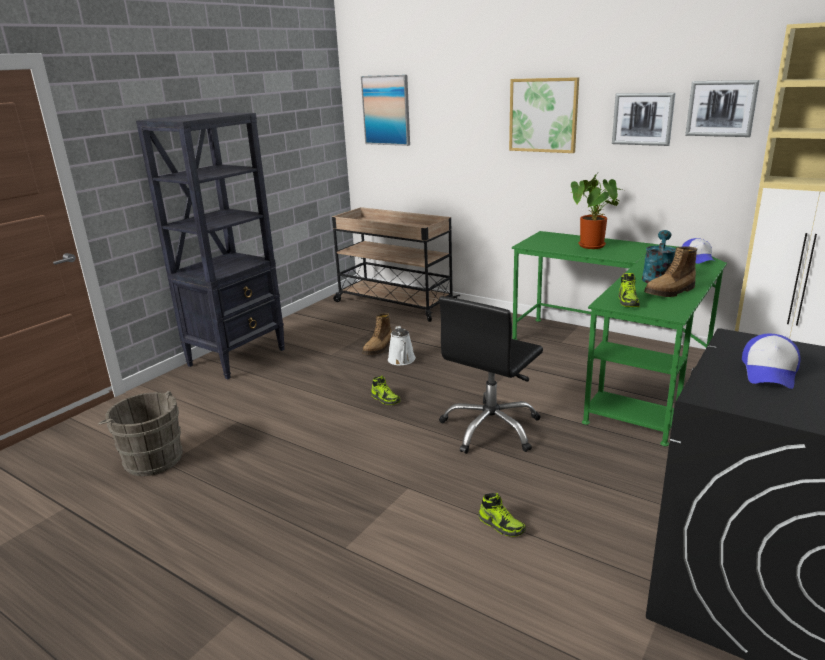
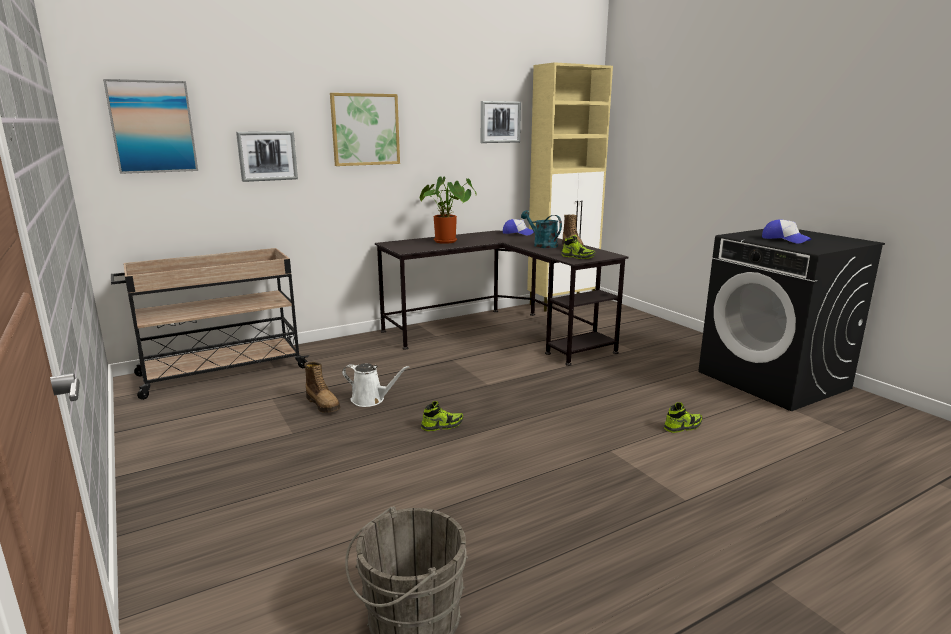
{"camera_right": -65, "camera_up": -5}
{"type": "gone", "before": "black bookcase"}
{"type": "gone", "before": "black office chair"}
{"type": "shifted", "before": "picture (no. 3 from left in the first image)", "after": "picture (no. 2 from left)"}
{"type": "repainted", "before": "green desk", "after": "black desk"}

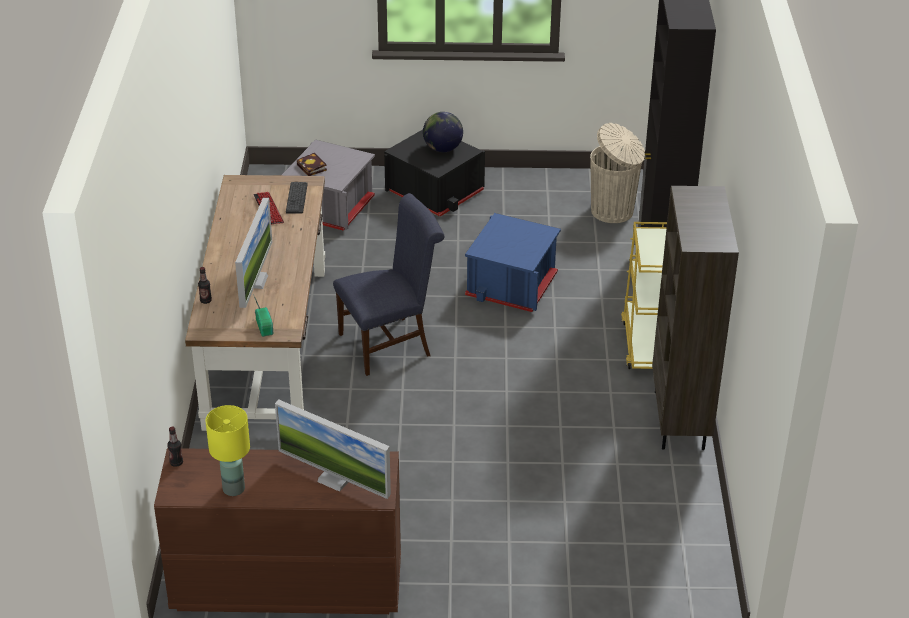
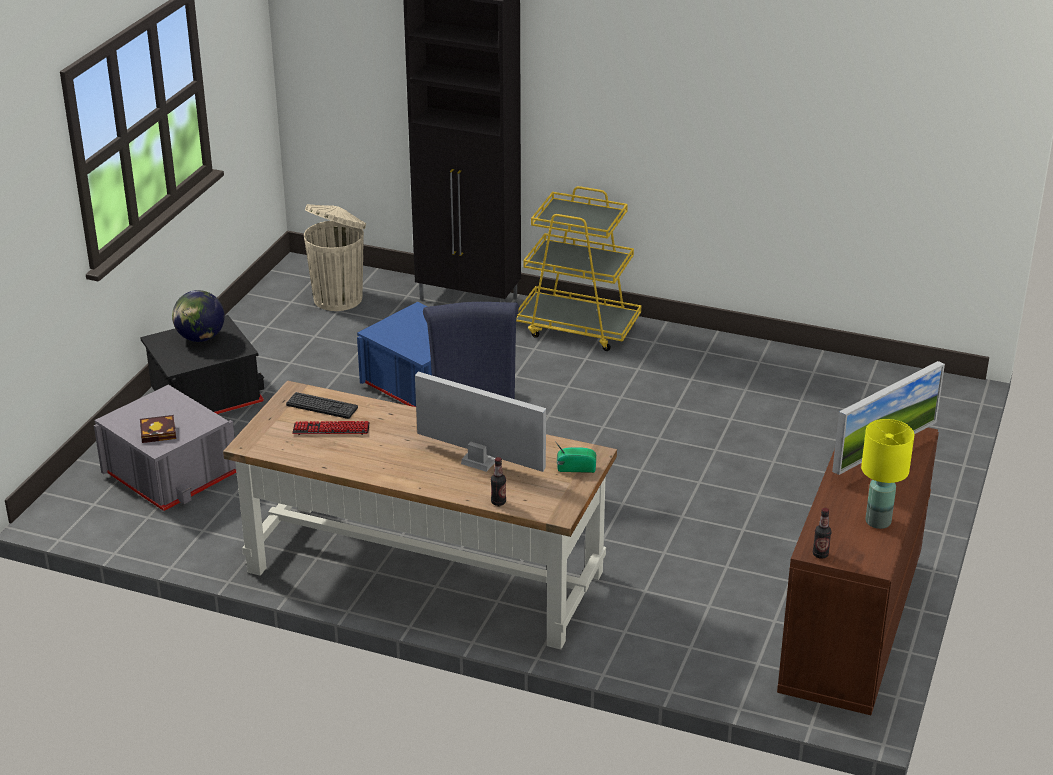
{"camera_right": -70, "camera_up": -5}
{"type": "gone", "before": "brown bookcase"}

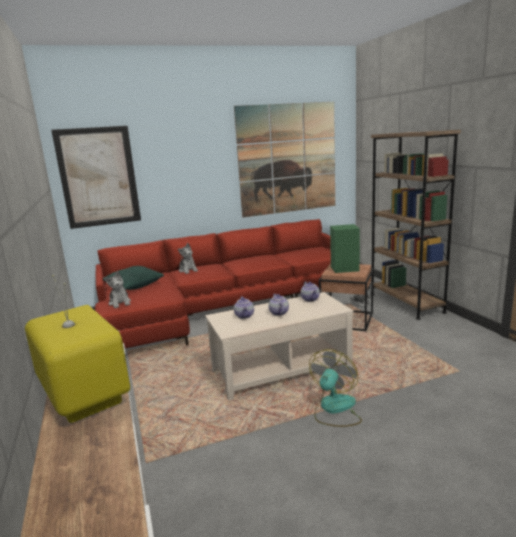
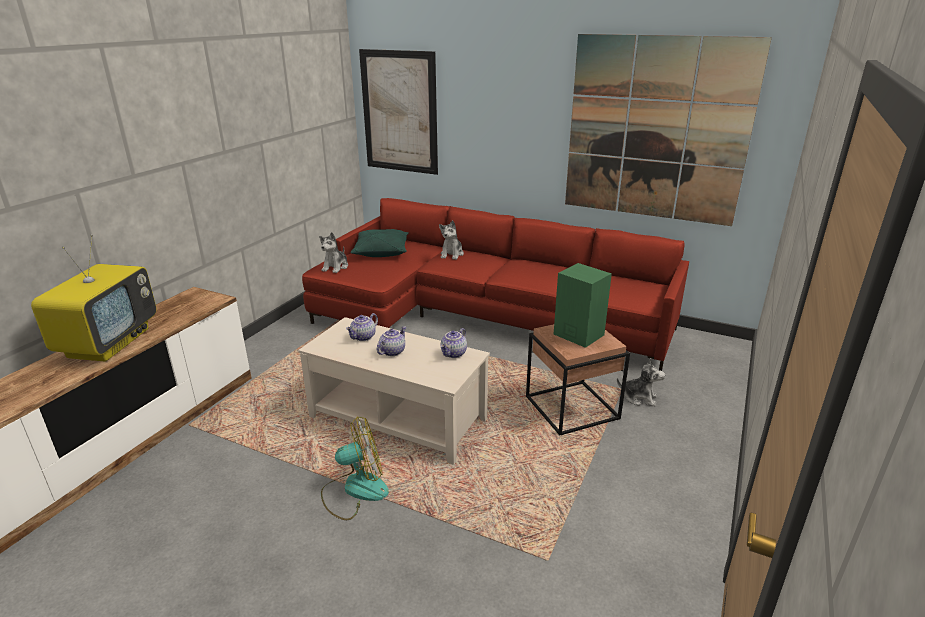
{"camera_right": 45, "camera_up": 10}
{"type": "gone", "before": "brown bookcase"}

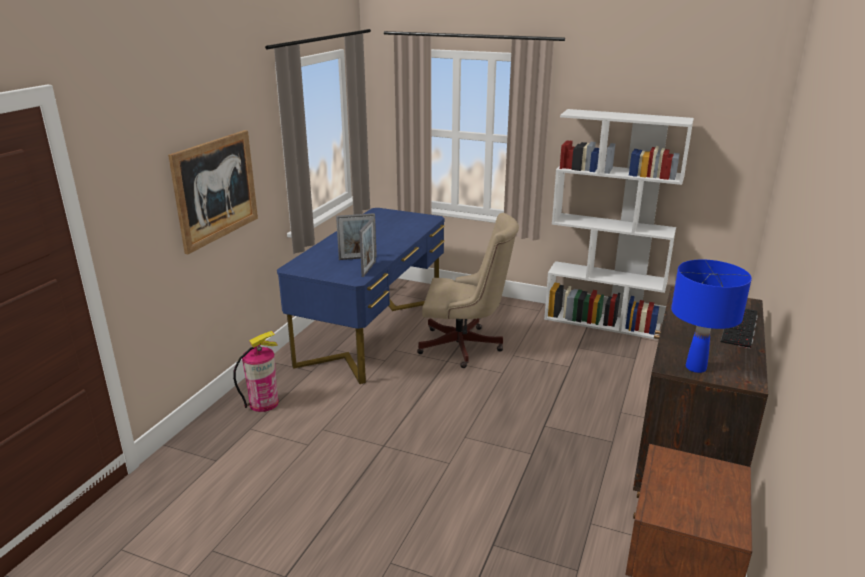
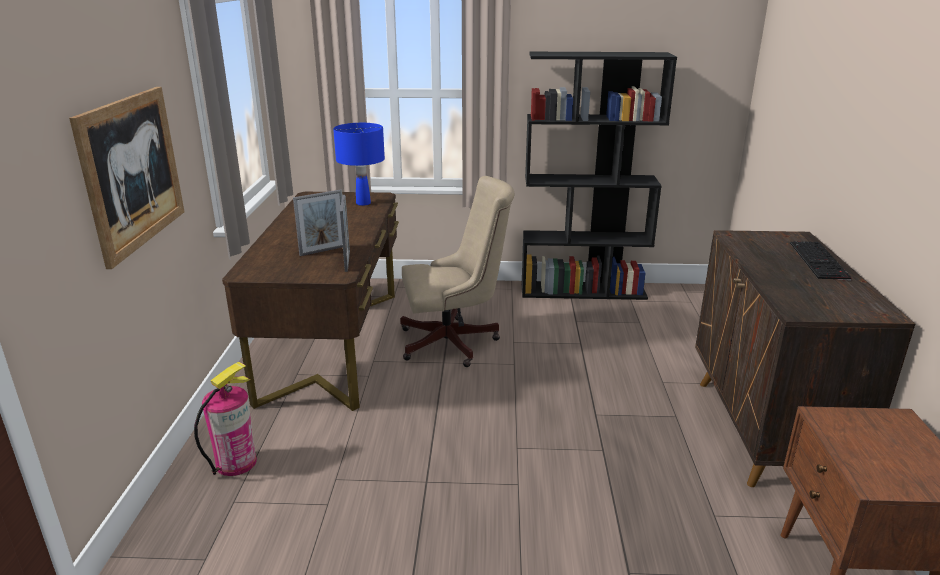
{"camera_right": -20, "camera_up": 0}
{"type": "shifted", "before": "blue table lamp"}
{"type": "repainted", "before": "blue desk", "after": "brown desk"}
{"type": "repainted", "before": "white bookcase", "after": "black bookcase"}

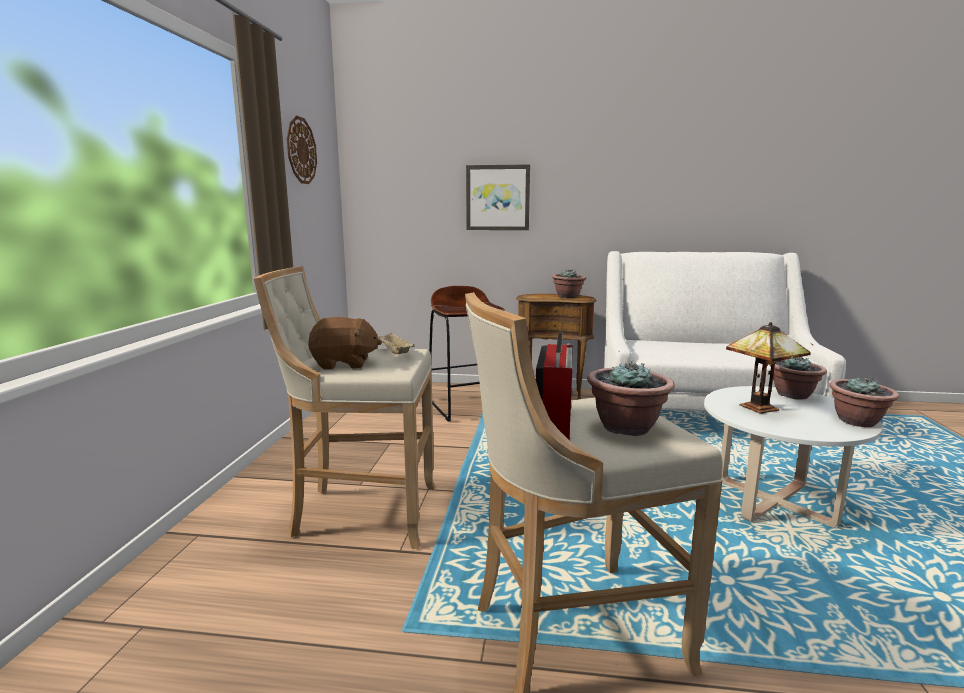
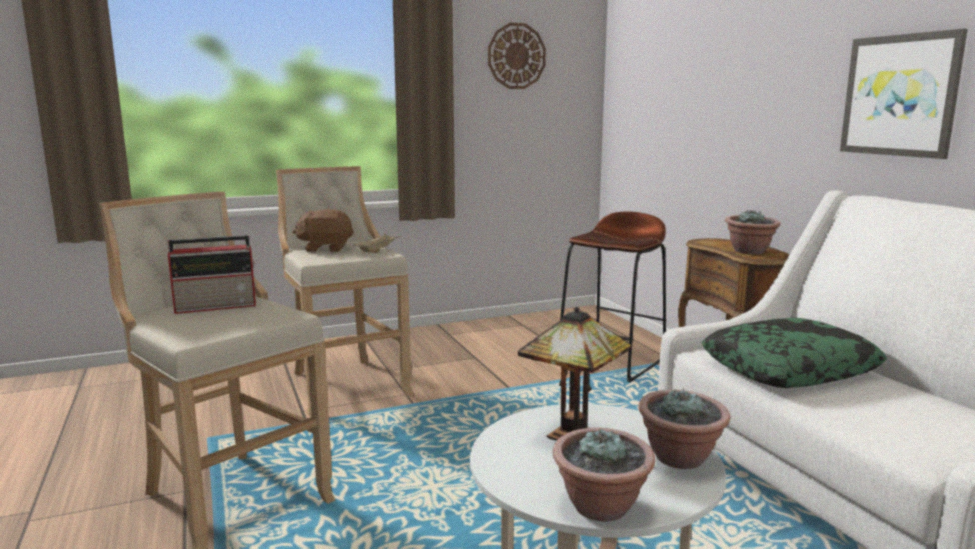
{"camera_right": 60, "camera_up": 0}
{"type": "gone", "before": "potted plant (no. 2 from left)"}
{"type": "new", "after": "pillow"}
{"type": "shifted", "before": "picture"}
{"type": "rotated", "before": "brown plush toy", "turn": 120}

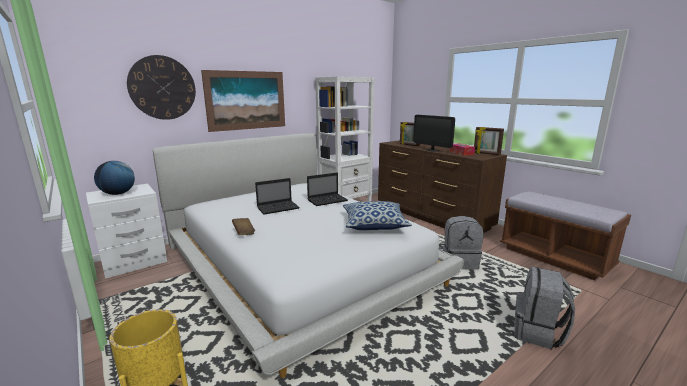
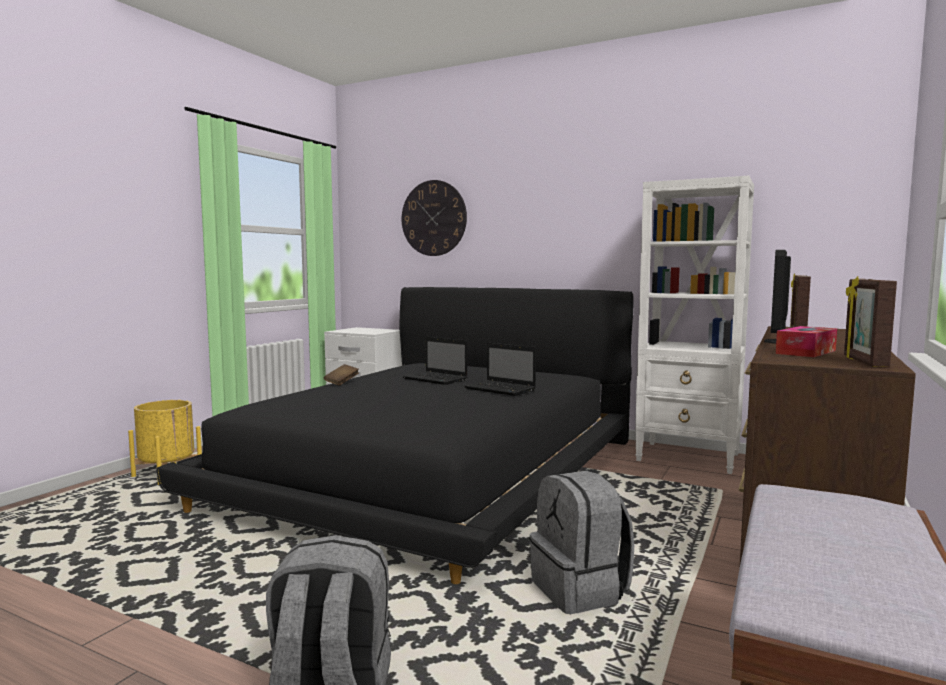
{"camera_right": 65, "camera_up": -10}
{"type": "gone", "before": "globe"}
{"type": "gone", "before": "picture"}
{"type": "gone", "before": "pillow"}
{"type": "repainted", "before": "white bed", "after": "black bed"}

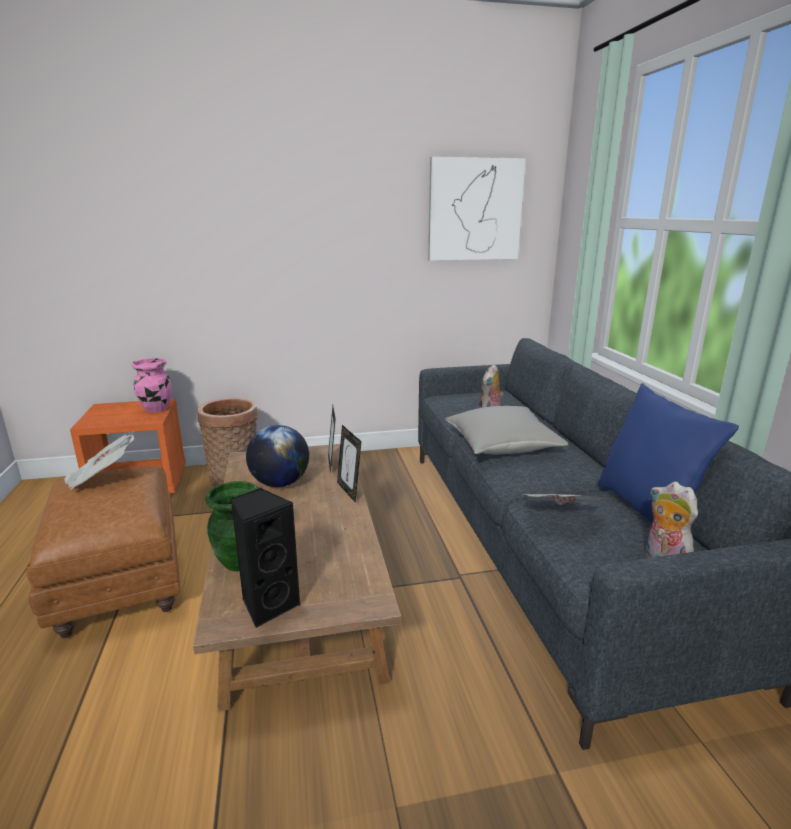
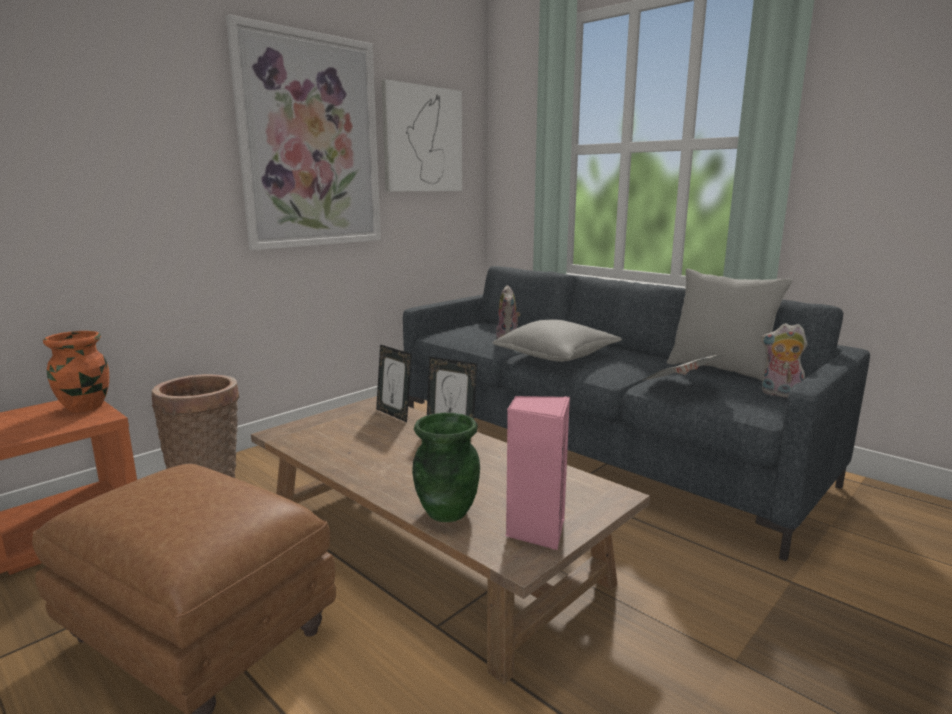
{"camera_right": -35, "camera_up": -5}
{"type": "gone", "before": "newspaper (no. 1 from left)"}
{"type": "gone", "before": "globe"}
{"type": "new", "after": "picture (no. 1 from left)"}
{"type": "repainted", "before": "pink vase", "after": "orange vase"}
{"type": "repainted", "before": "black speaker", "after": "pink speaker"}
{"type": "repainted", "before": "blue pillow", "after": "grey pillow (no. 2 from left)"}

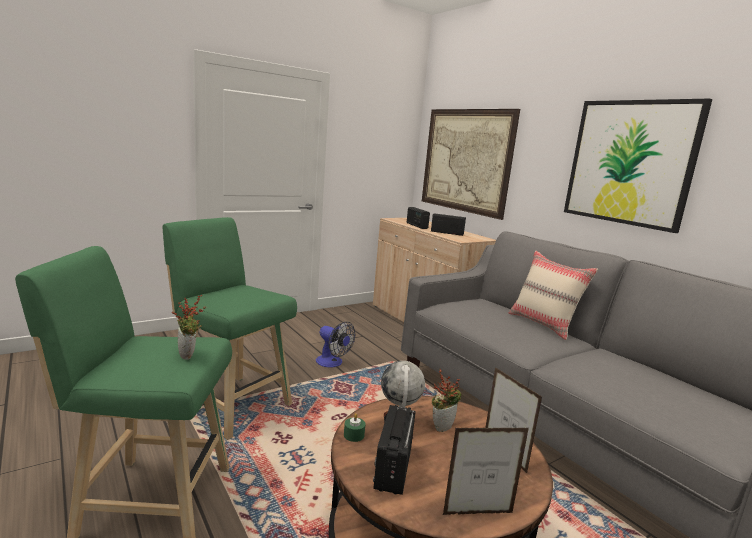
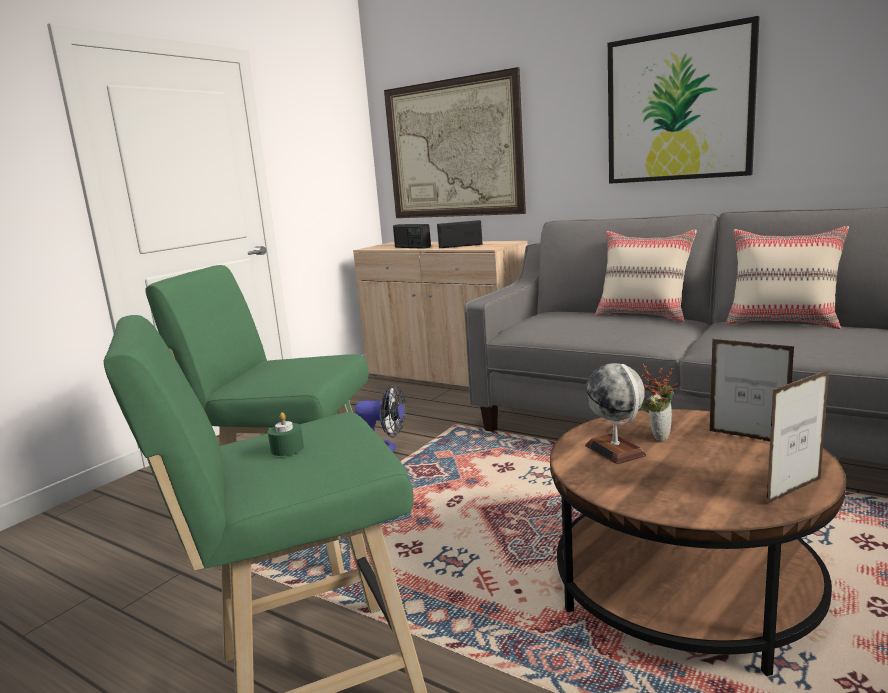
{"camera_right": -20, "camera_up": 0}
{"type": "gone", "before": "potted plant (no. 1 from left)"}
{"type": "gone", "before": "radio (no. 1 from left)"}
{"type": "new", "after": "beige pillow (no. 2 from left)"}
{"type": "shifted", "before": "green candle"}

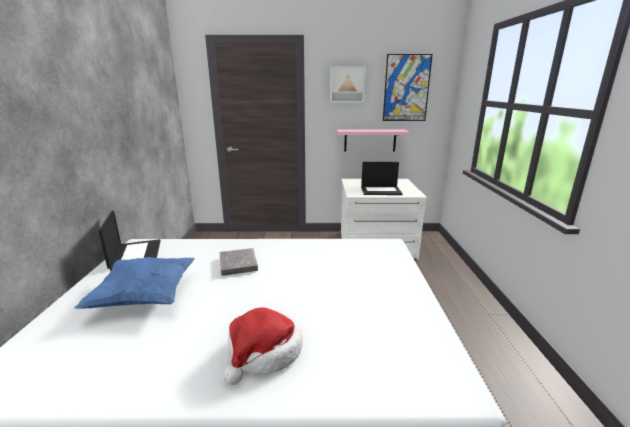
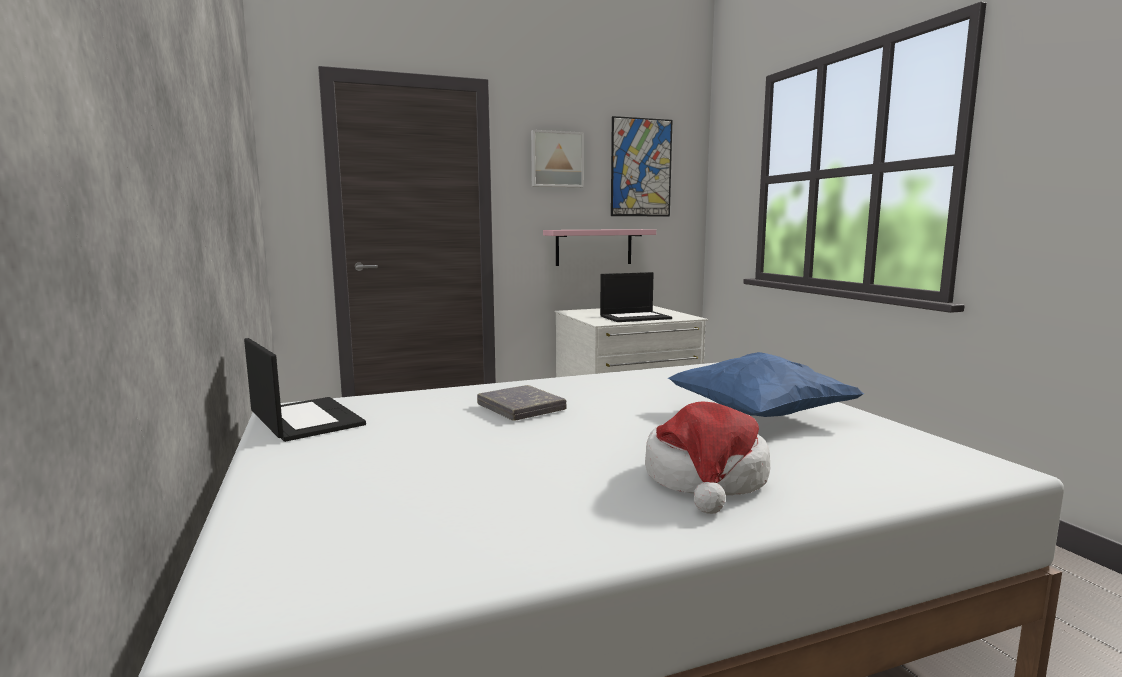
{"camera_right": -20, "camera_up": -10}
{"type": "shifted", "before": "blue pillow"}

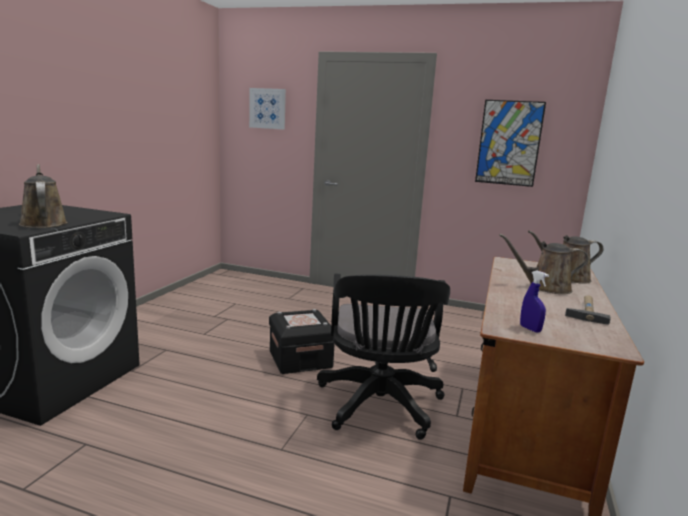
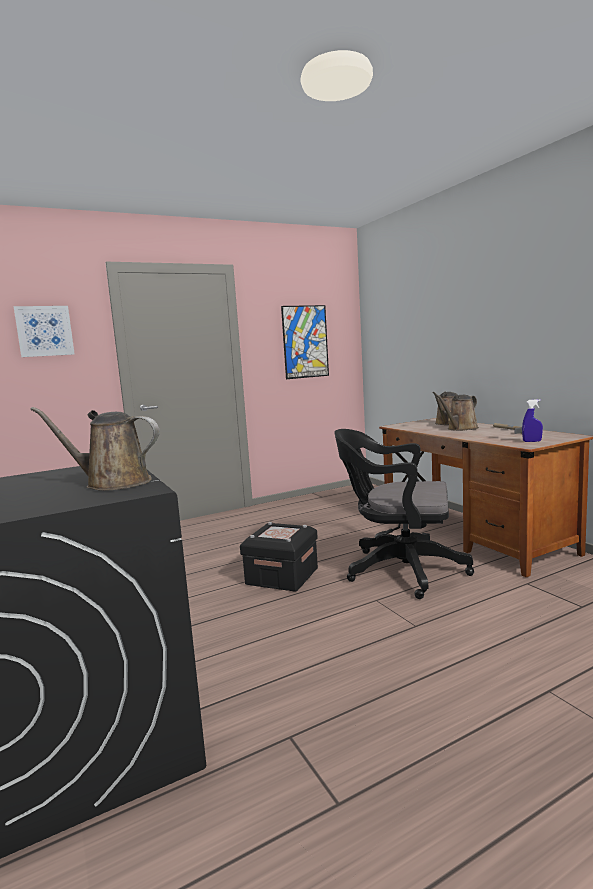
{"camera_right": -45, "camera_up": -5}
{"type": "rotated", "before": "black office chair", "turn": 150}

